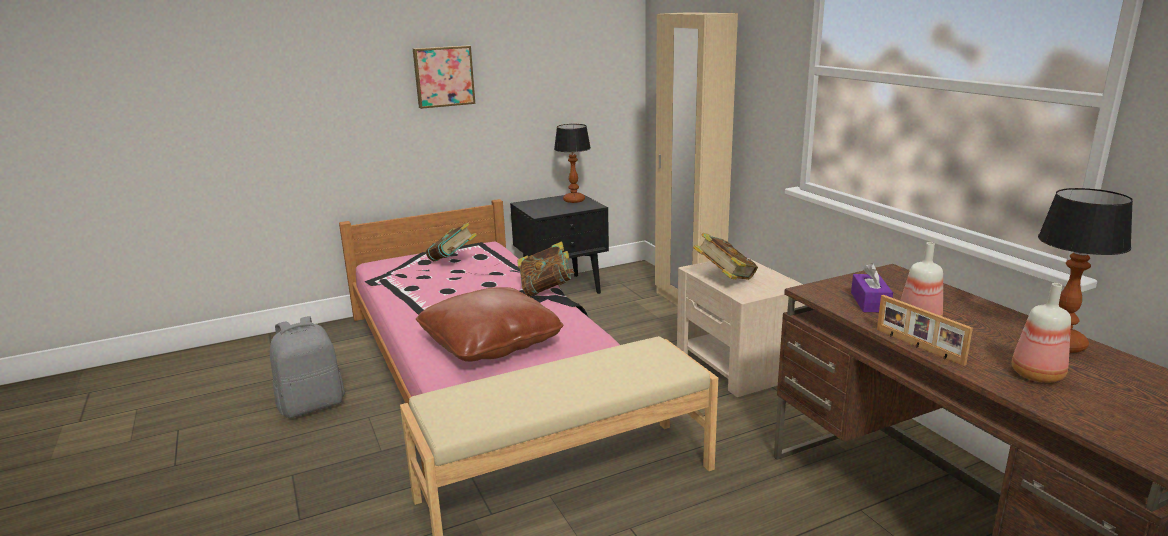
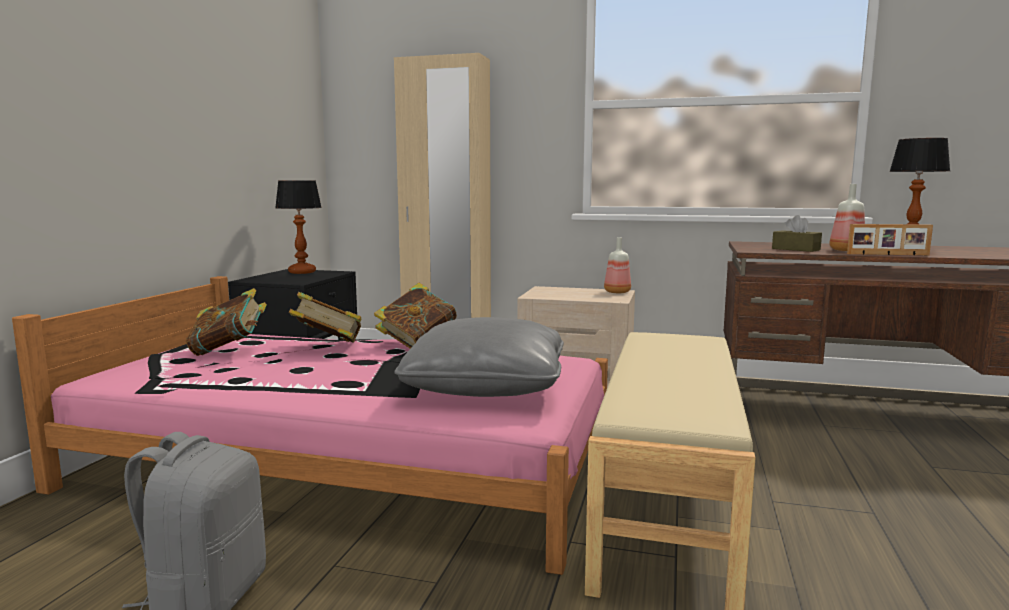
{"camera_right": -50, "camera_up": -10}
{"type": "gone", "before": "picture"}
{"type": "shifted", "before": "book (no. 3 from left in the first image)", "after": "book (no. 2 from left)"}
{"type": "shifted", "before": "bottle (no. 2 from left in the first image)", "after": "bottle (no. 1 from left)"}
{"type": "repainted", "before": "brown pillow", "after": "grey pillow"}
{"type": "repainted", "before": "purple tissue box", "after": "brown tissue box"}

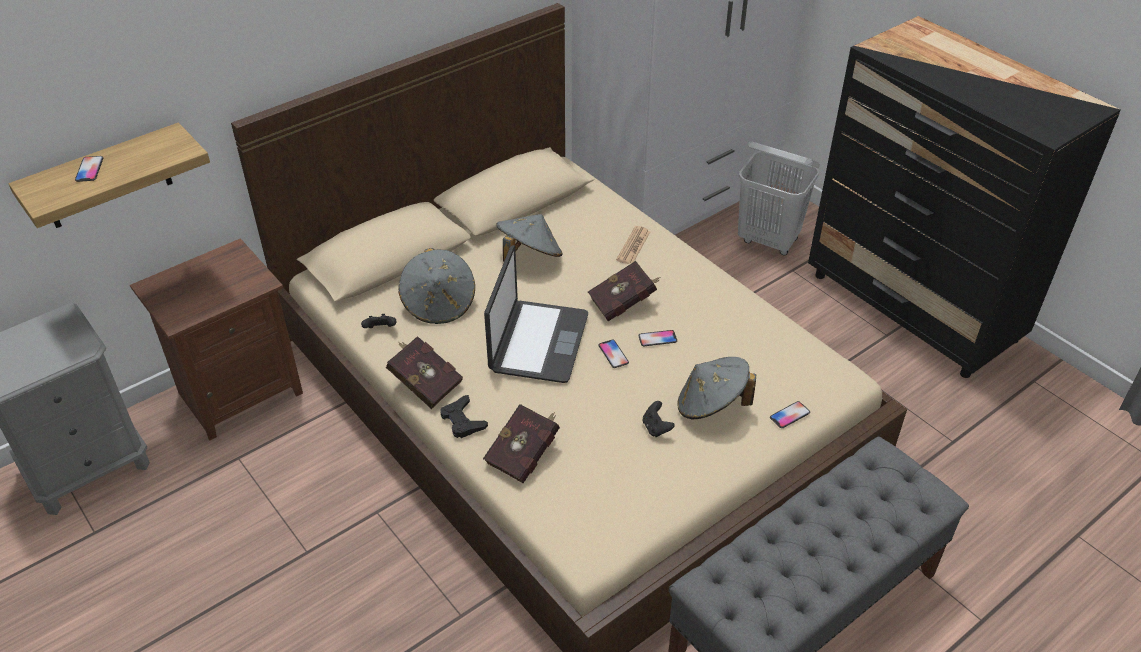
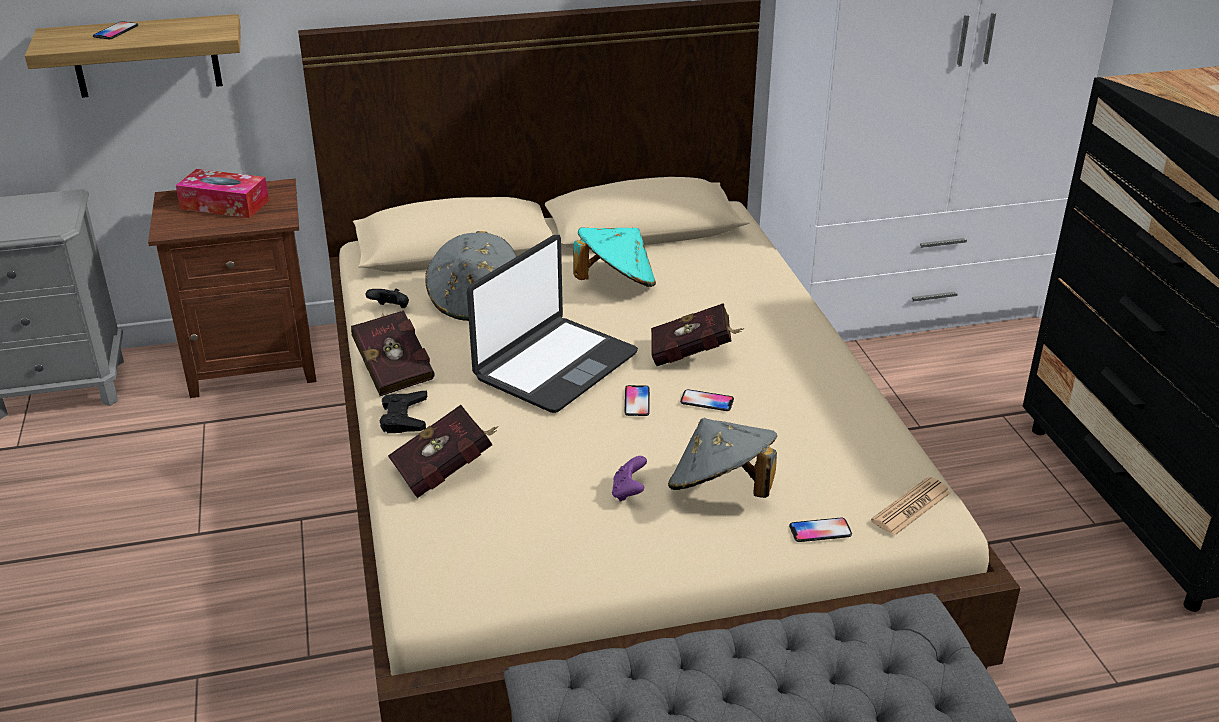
{"camera_right": 25, "camera_up": -10}
{"type": "gone", "before": "white laundry basket"}
{"type": "new", "after": "tissue box"}
{"type": "shifted", "before": "newspaper"}
{"type": "repainted", "before": "grey hat (no. 2 from left)", "after": "turquoise hat"}
{"type": "repainted", "before": "black game controller (no. 3 from left)", "after": "purple game controller"}

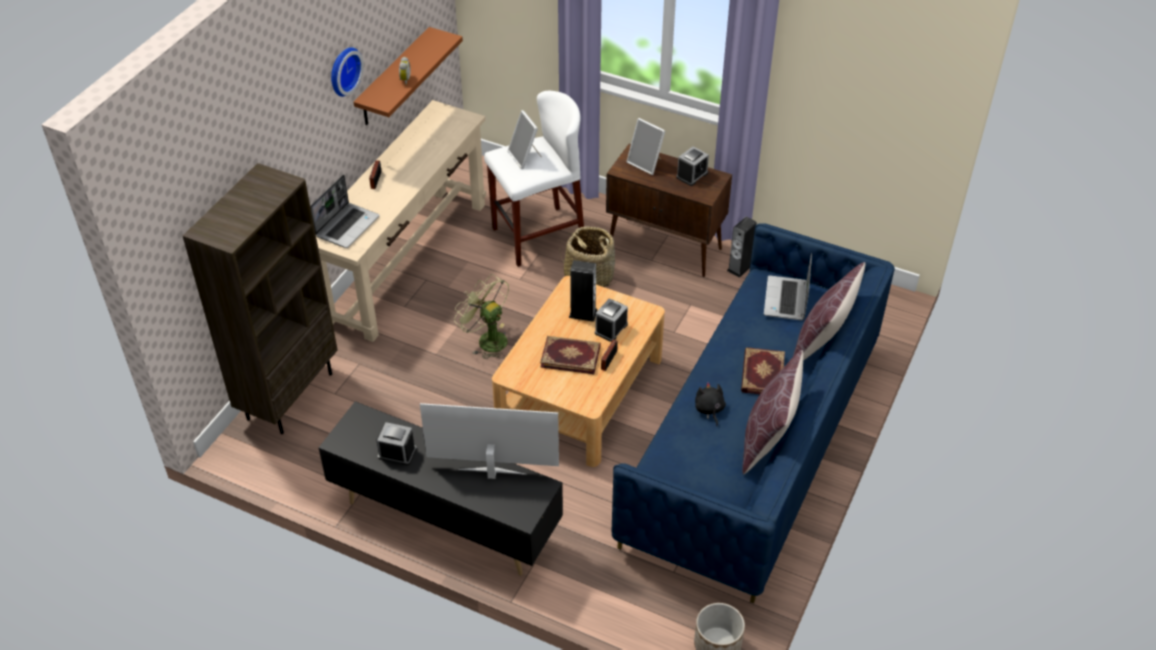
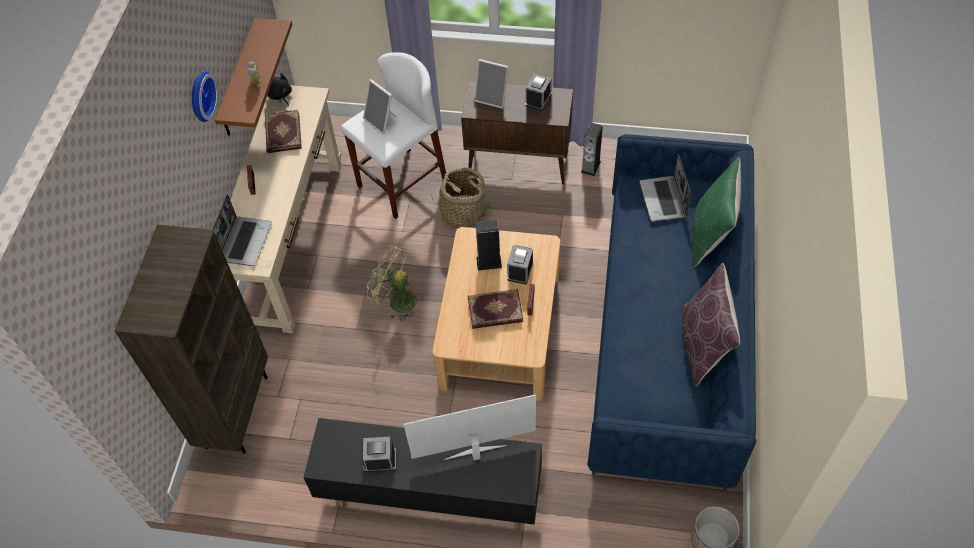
{"camera_right": -15, "camera_up": 10}
{"type": "shifted", "before": "black plush toy"}
{"type": "shifted", "before": "book (no. 2 from left in the first image)", "after": "book (no. 1 from left)"}
{"type": "repainted", "before": "brown pillow (no. 2 from left)", "after": "green pillow"}

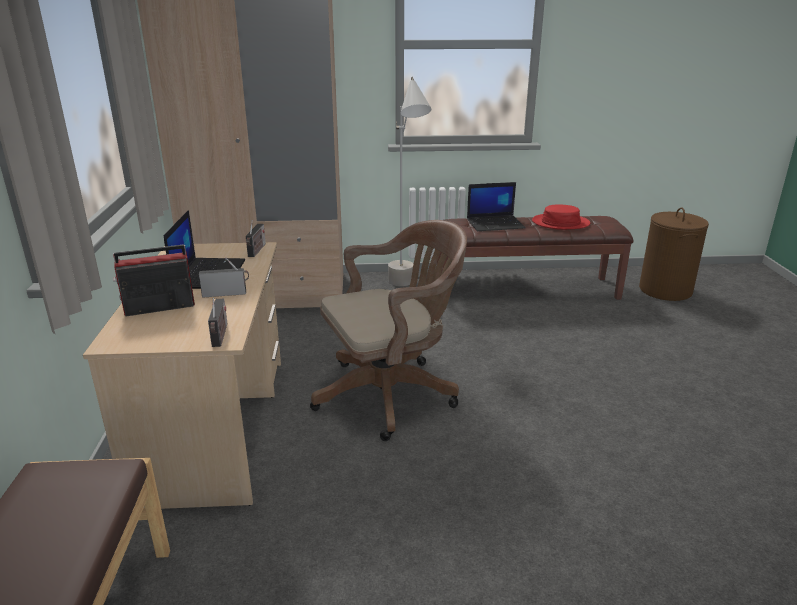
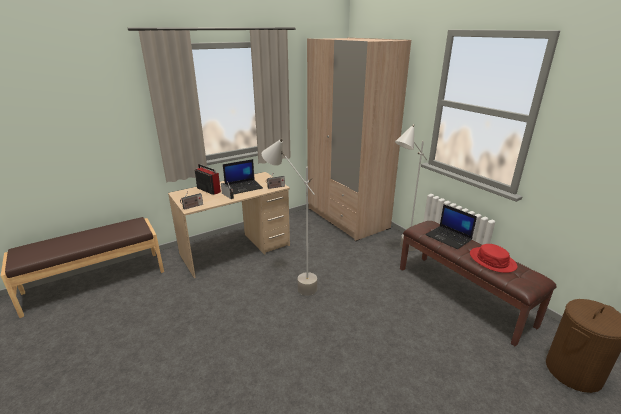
{"camera_right": 60, "camera_up": 0}
{"type": "swapped", "before": "brown office chair", "after": "grey floor lamp (no. 1 from left)"}

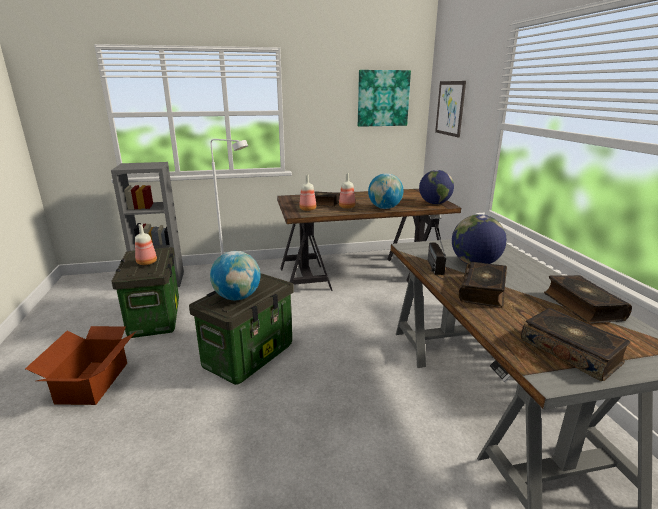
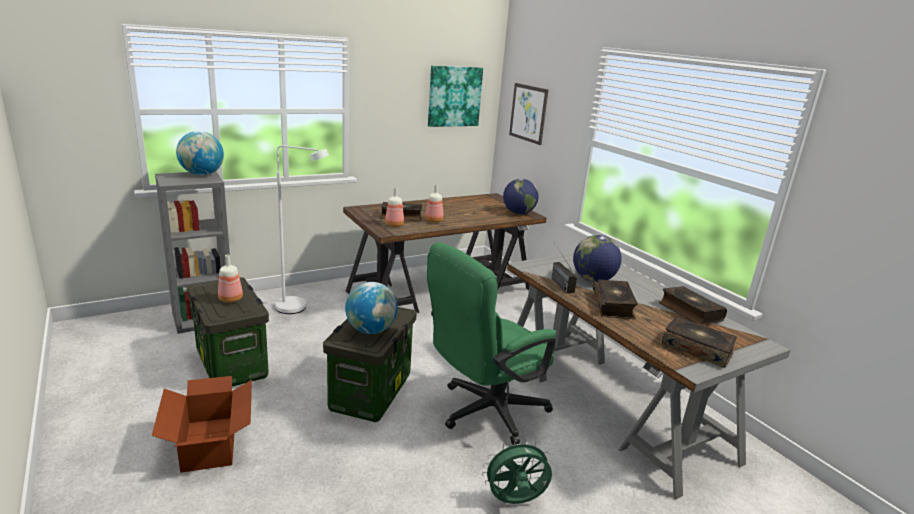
{"camera_right": -20, "camera_up": 0}
{"type": "new", "after": "green office chair"}
{"type": "new", "after": "green fan"}
{"type": "shifted", "before": "globe (no. 2 from left in the first image)", "after": "globe (no. 1 from left)"}

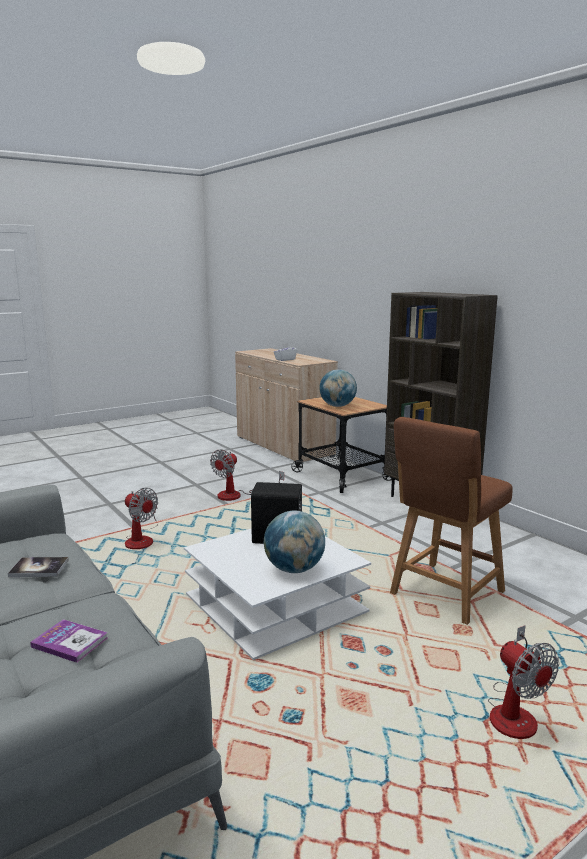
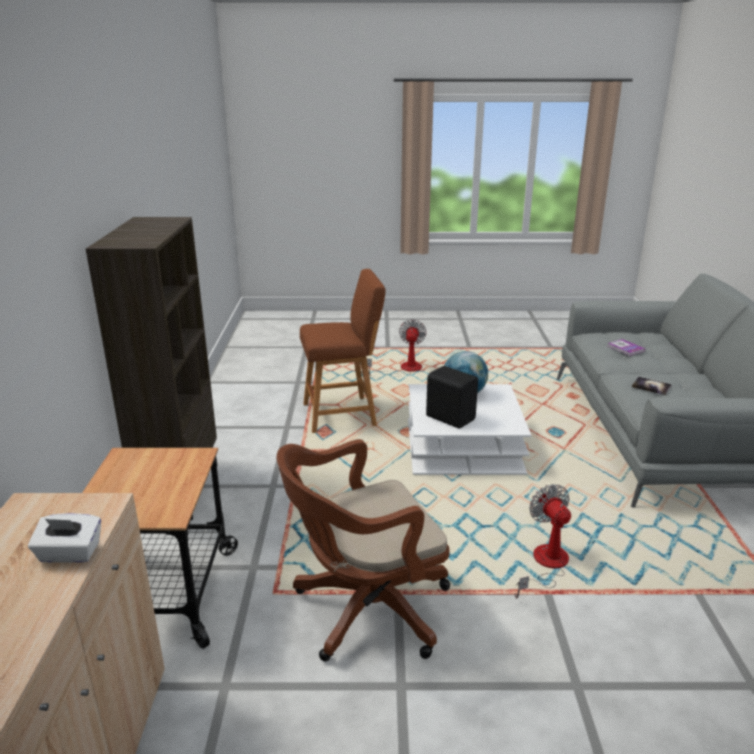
{"camera_right": -145, "camera_up": 10}
{"type": "gone", "before": "globe (no. 2 from left)"}
{"type": "swapped", "before": "fan (no. 2 from left)", "after": "brown office chair"}

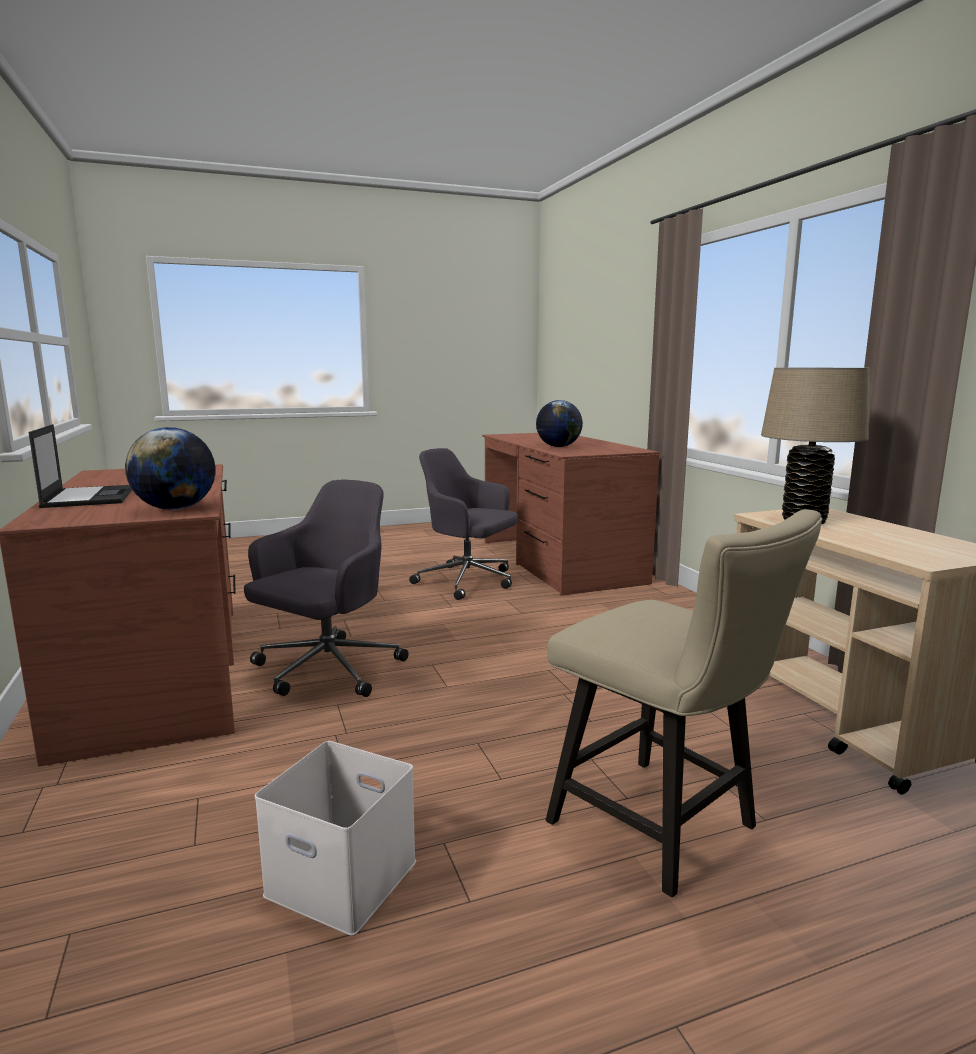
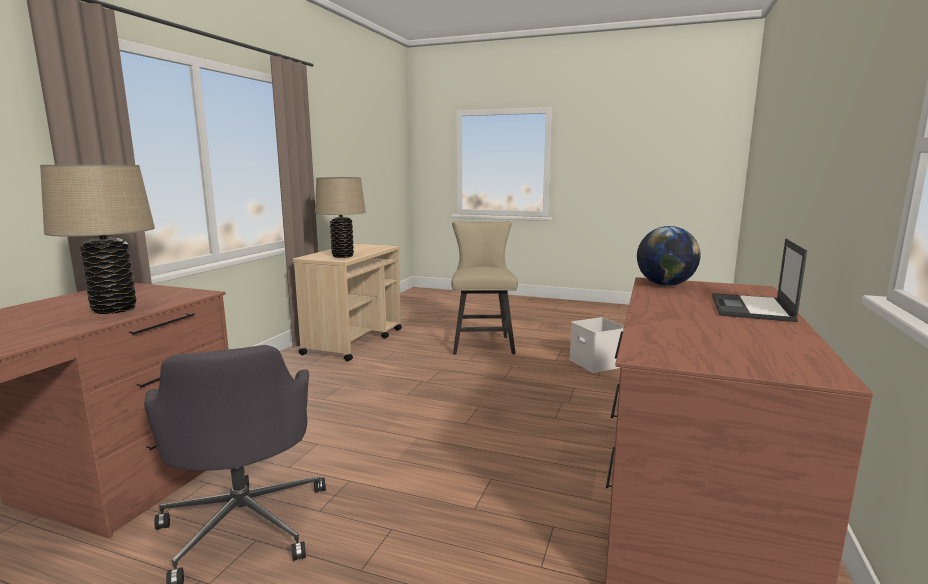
{"camera_right": -140, "camera_up": 0}
{"type": "gone", "before": "grey office chair (no. 1 from left)"}
{"type": "swapped", "before": "globe (no. 2 from left)", "after": "beige table lamp (no. 1 from left)"}

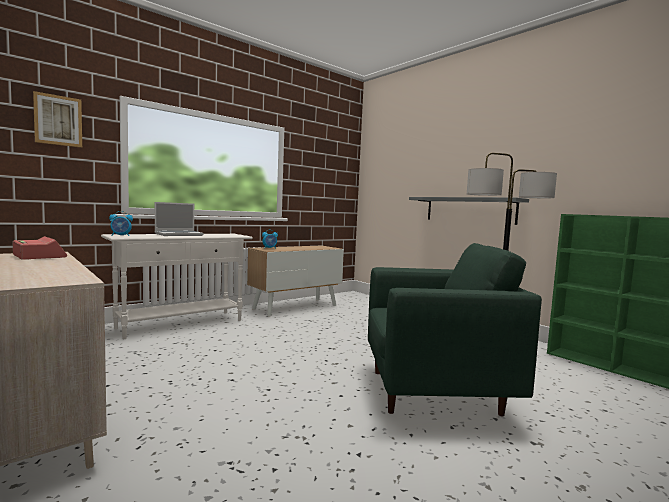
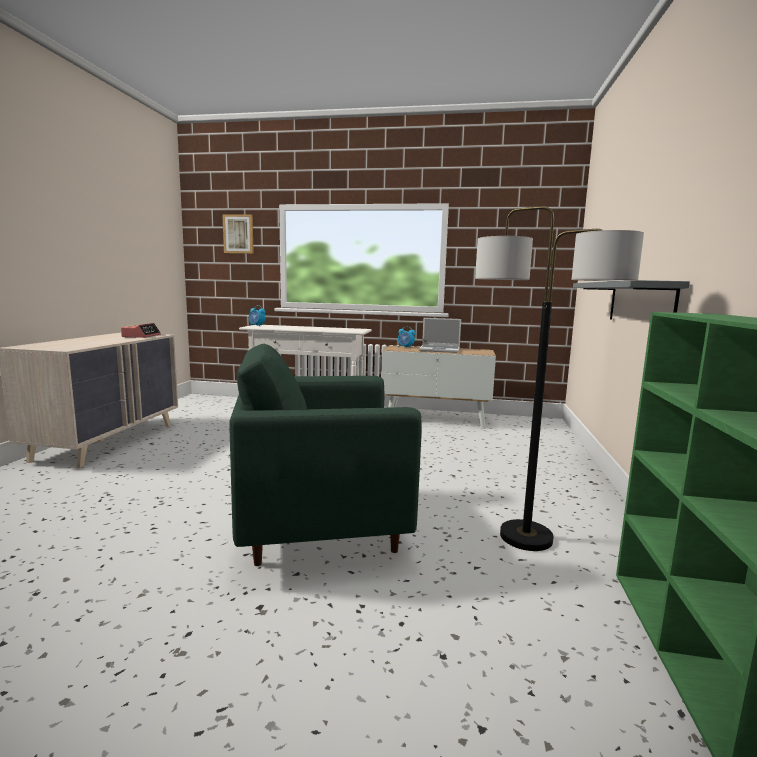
{"camera_right": 50, "camera_up": 5}
{"type": "shifted", "before": "laptop"}
{"type": "rotated", "before": "green armchair", "turn": 120}

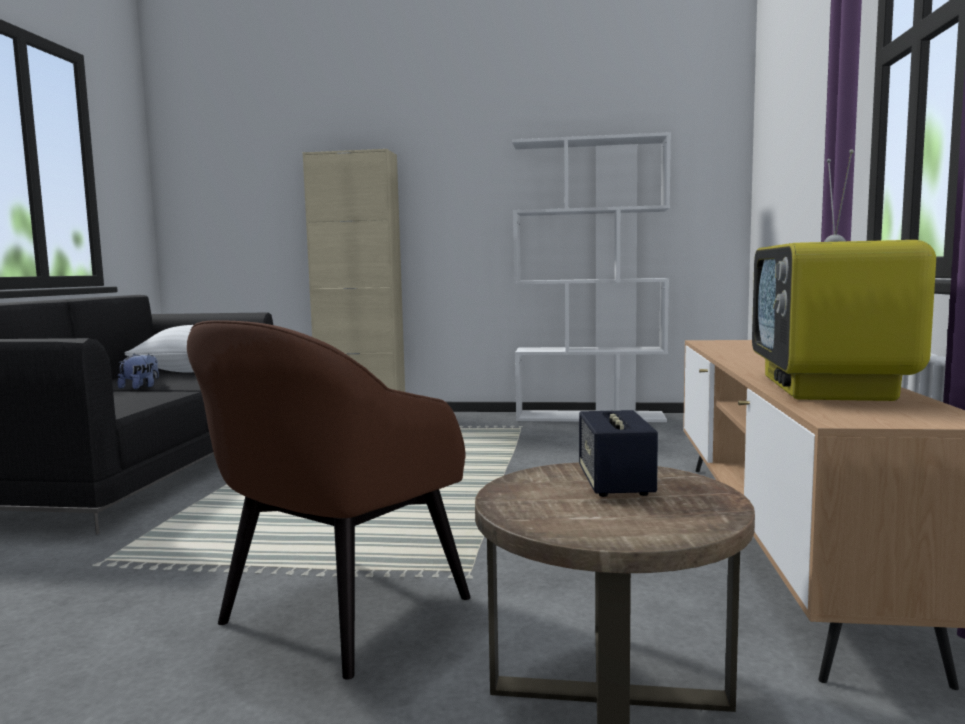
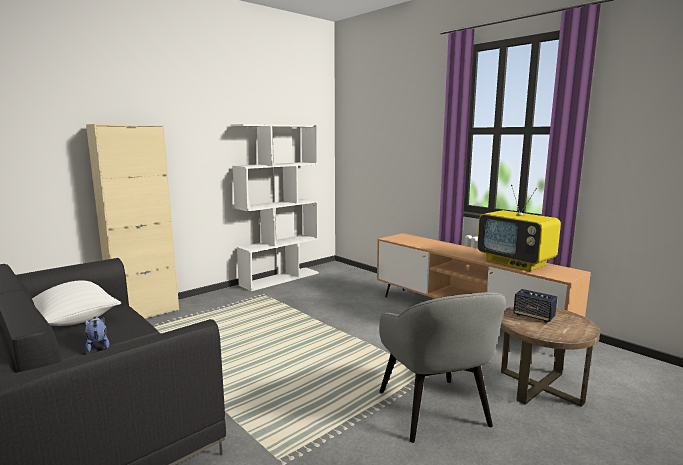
{"camera_right": -50, "camera_up": 5}
{"type": "repainted", "before": "brown armchair", "after": "grey armchair"}

